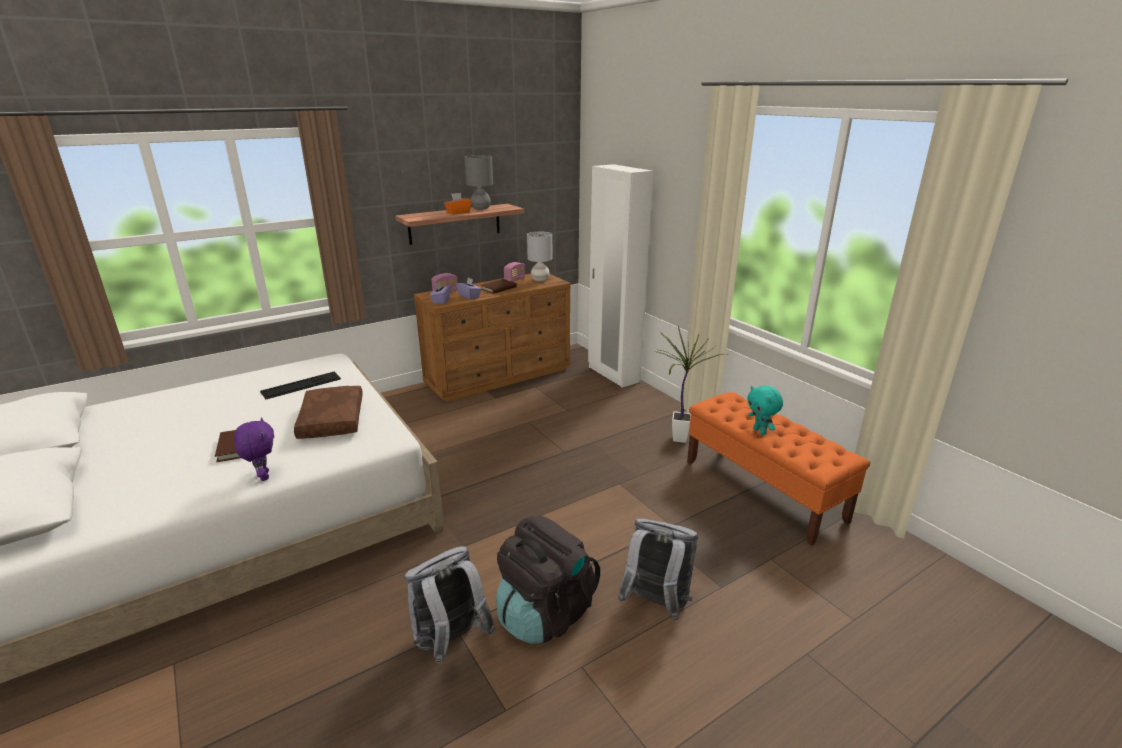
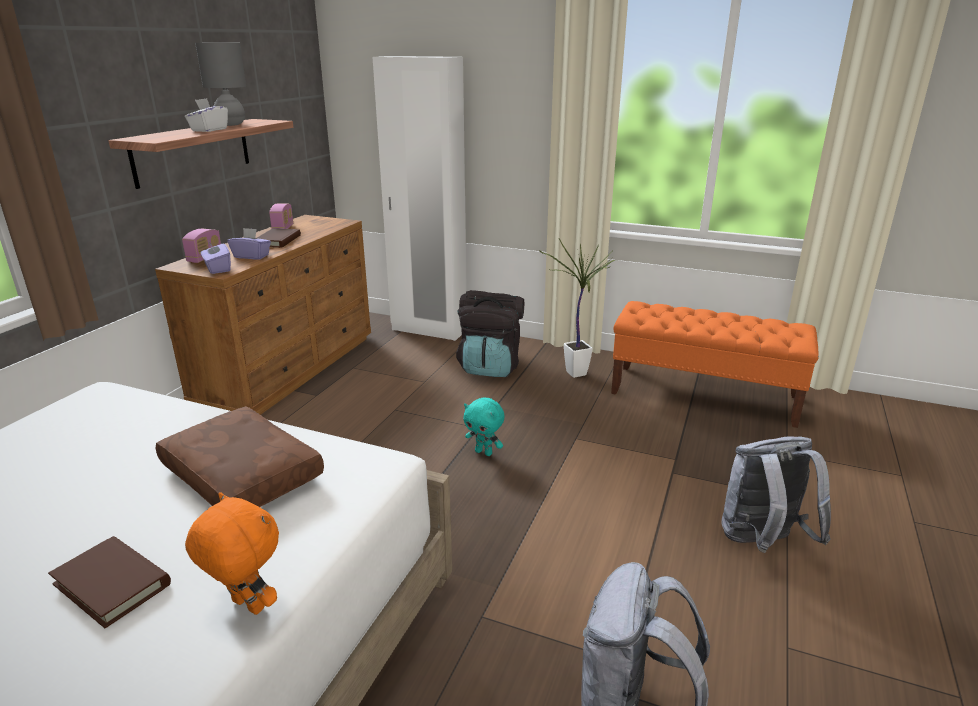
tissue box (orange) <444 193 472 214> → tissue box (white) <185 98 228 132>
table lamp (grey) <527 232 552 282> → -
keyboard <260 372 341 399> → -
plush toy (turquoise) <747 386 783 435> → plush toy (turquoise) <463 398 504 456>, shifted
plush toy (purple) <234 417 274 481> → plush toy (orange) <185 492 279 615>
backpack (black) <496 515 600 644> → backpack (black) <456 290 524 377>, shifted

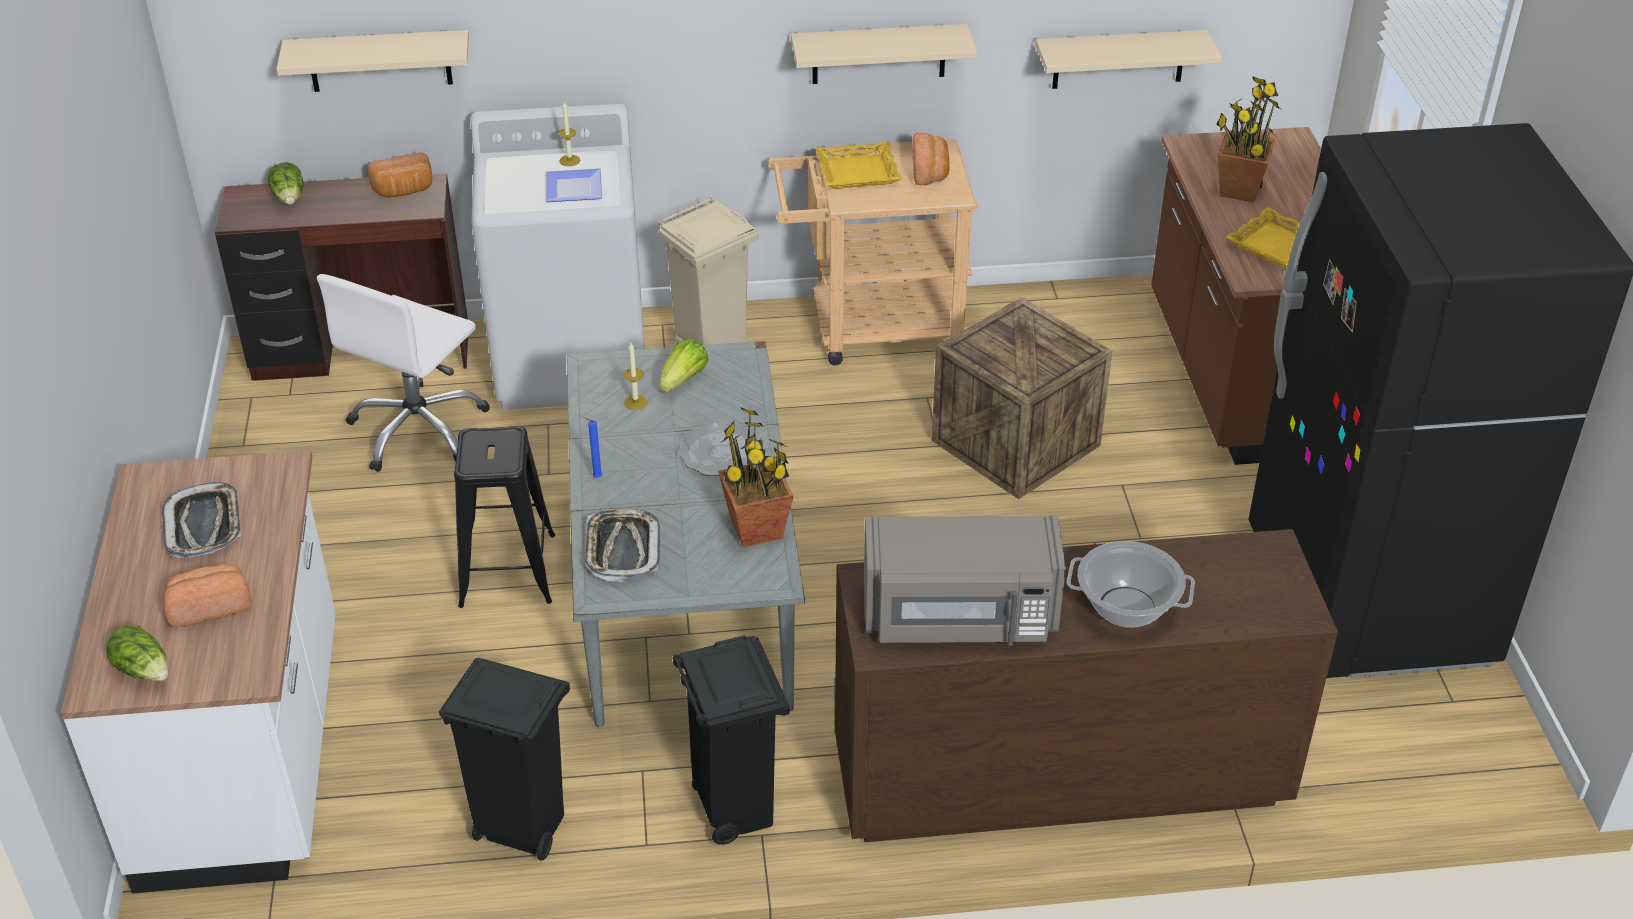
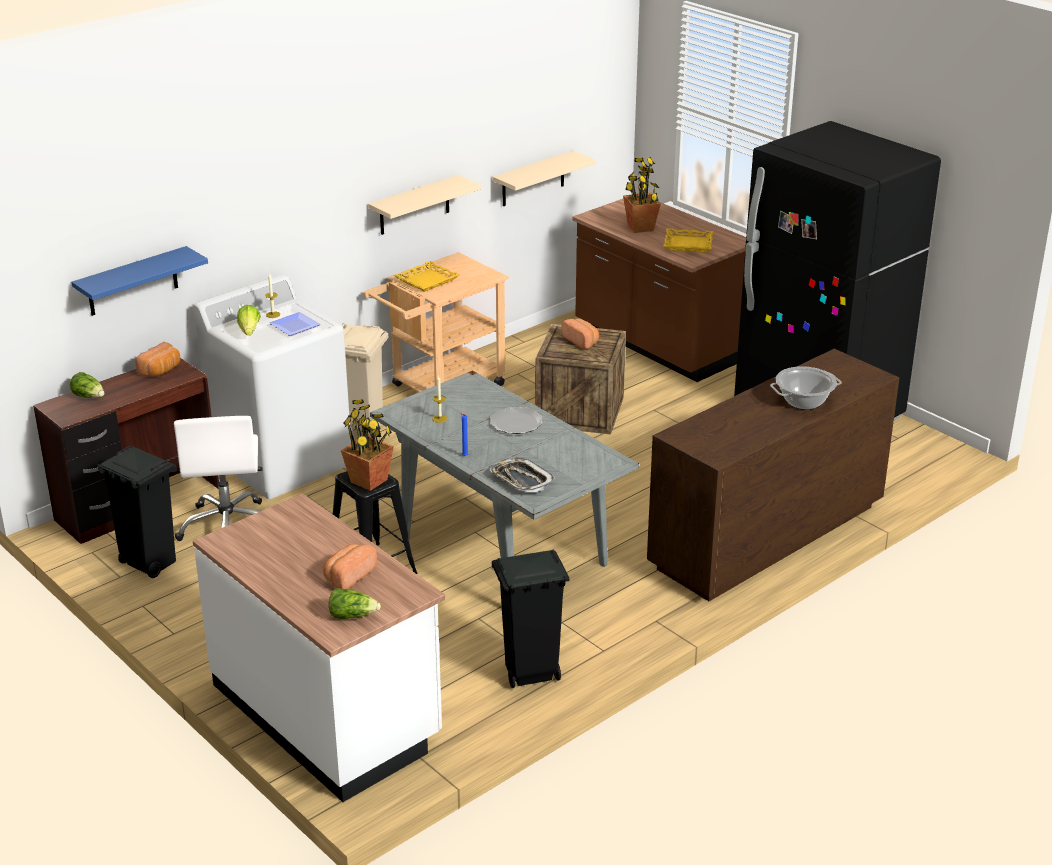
shelf (beige) <277 30 469 92> → shelf (blue) <71 246 208 316>
bread <912 133 950 185> → bread <561 319 599 349>, shifted
lettuce <660 339 708 392> → lettuce <237 305 261 335>, shifted
potted plant <718 407 794 547> → potted plant <341 399 394 491>, shifted
tray <162 482 241 559> → -
microwave (grey) <864 516 1066 646> → -
trash can (black) <672 635 790 845> → trash can (black) <97 445 177 578>, shifted

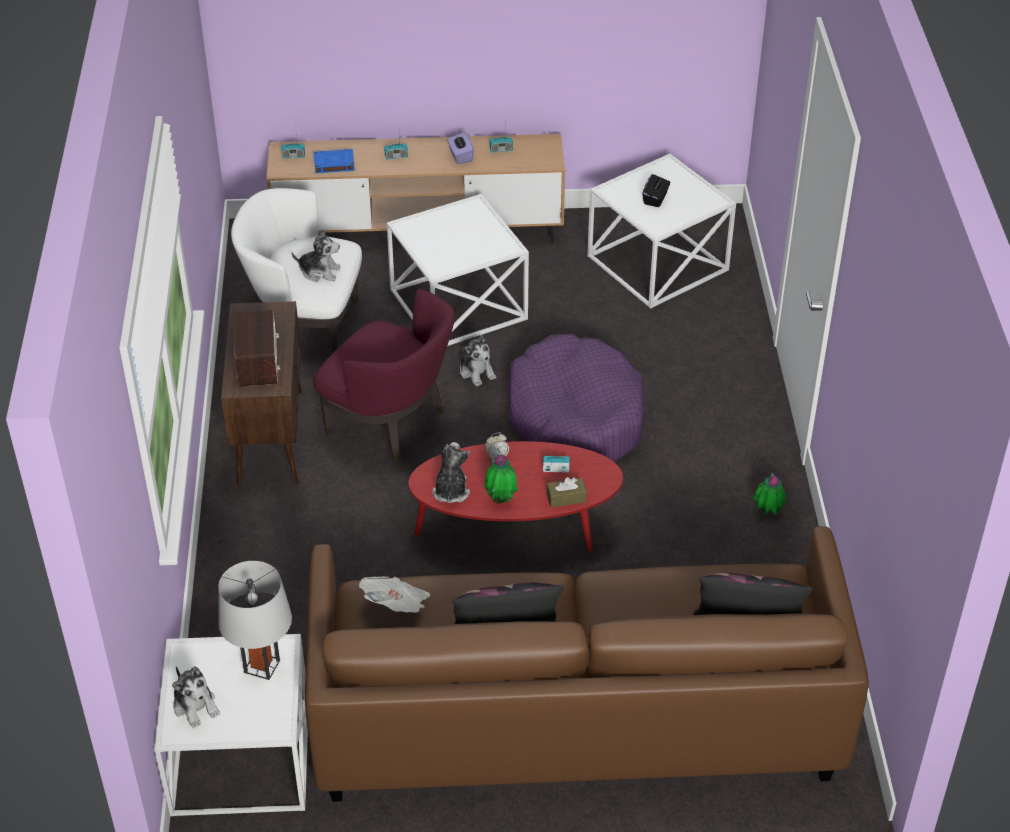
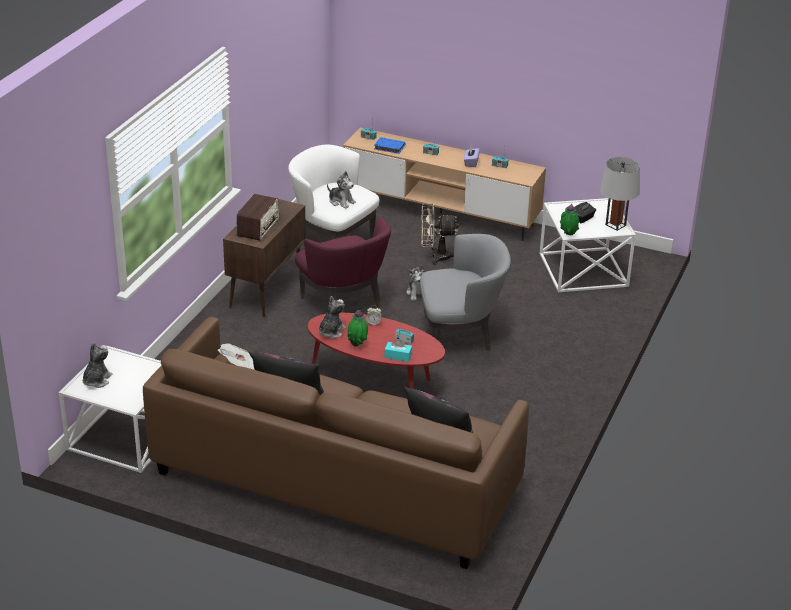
side table (white) <387 194 529 346> → fan (beige) <421 204 459 265>
dog bed (purple) <508 334 644 462> → armchair (grey) <420 234 511 351>
potted plant <752 472 786 515> → potted plant <560 204 579 236>, shifted
tissue box (brown) <546 477 587 508> → tissue box (turquoise) <385 339 412 362>
table lamp (grey) <218 561 292 680> → table lamp (grey) <600 157 640 231>, shifted
plush toy <172 666 220 728> → plush toy <83 343 113 388>, 150 degrees counterclockwise

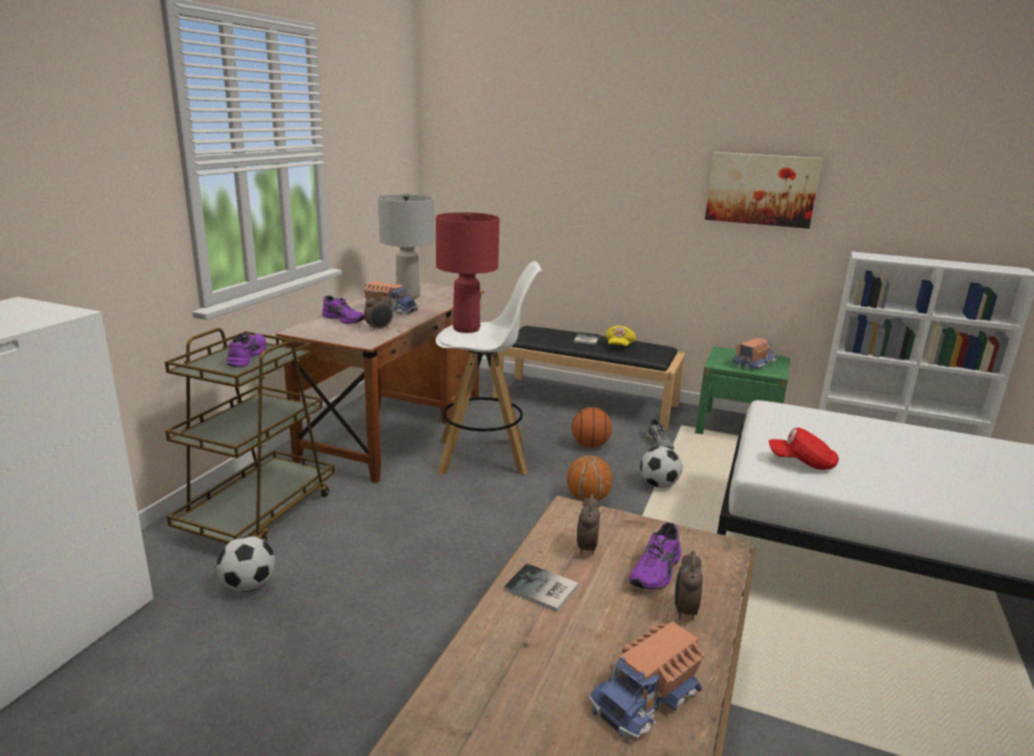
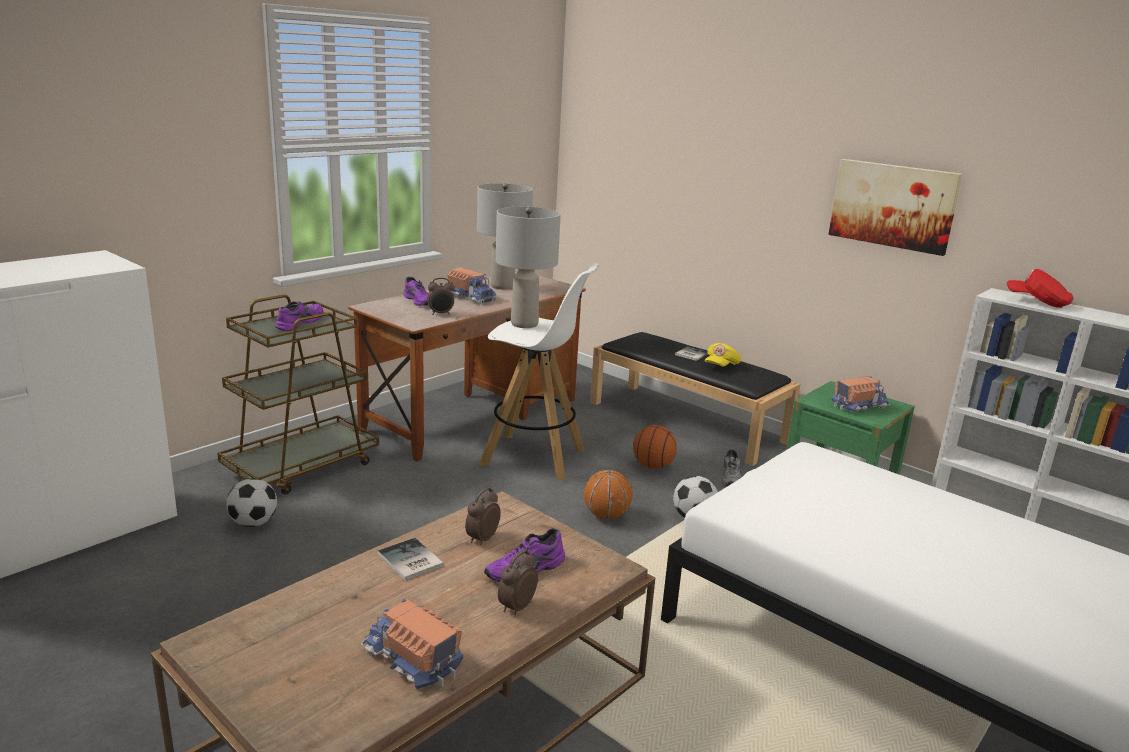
table lamp (red) <436 212 500 333> → table lamp (grey) <496 207 561 328>
cap (red) <769 428 839 470> → cap (red) <1006 269 1073 308>, shifted
toy truck <588 621 705 739> → toy truck <361 599 463 689>, 60 degrees clockwise

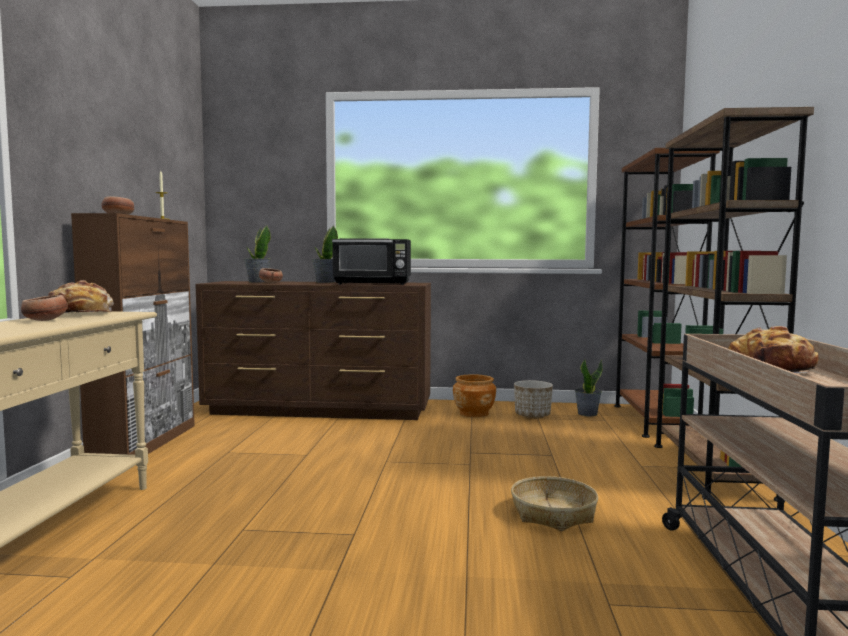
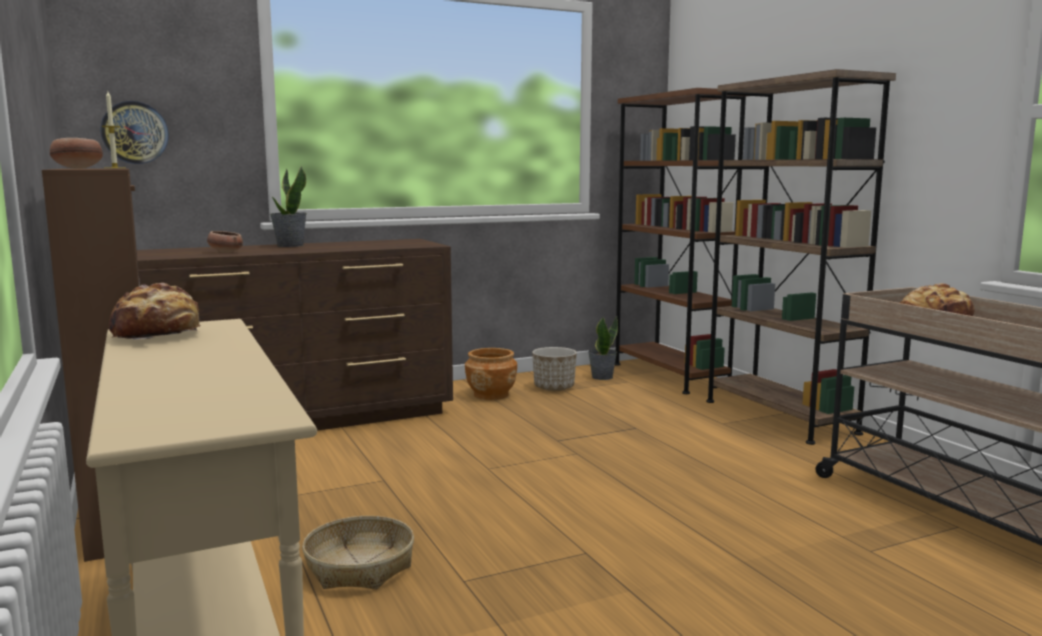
potted plant <245 225 271 282> → -
microwave (black) <332 238 411 285> → -
bowl <21 295 68 321> → -
basket <511 476 598 531> → basket <302 516 414 589>, shifted
- → wall clock <101 101 169 164>

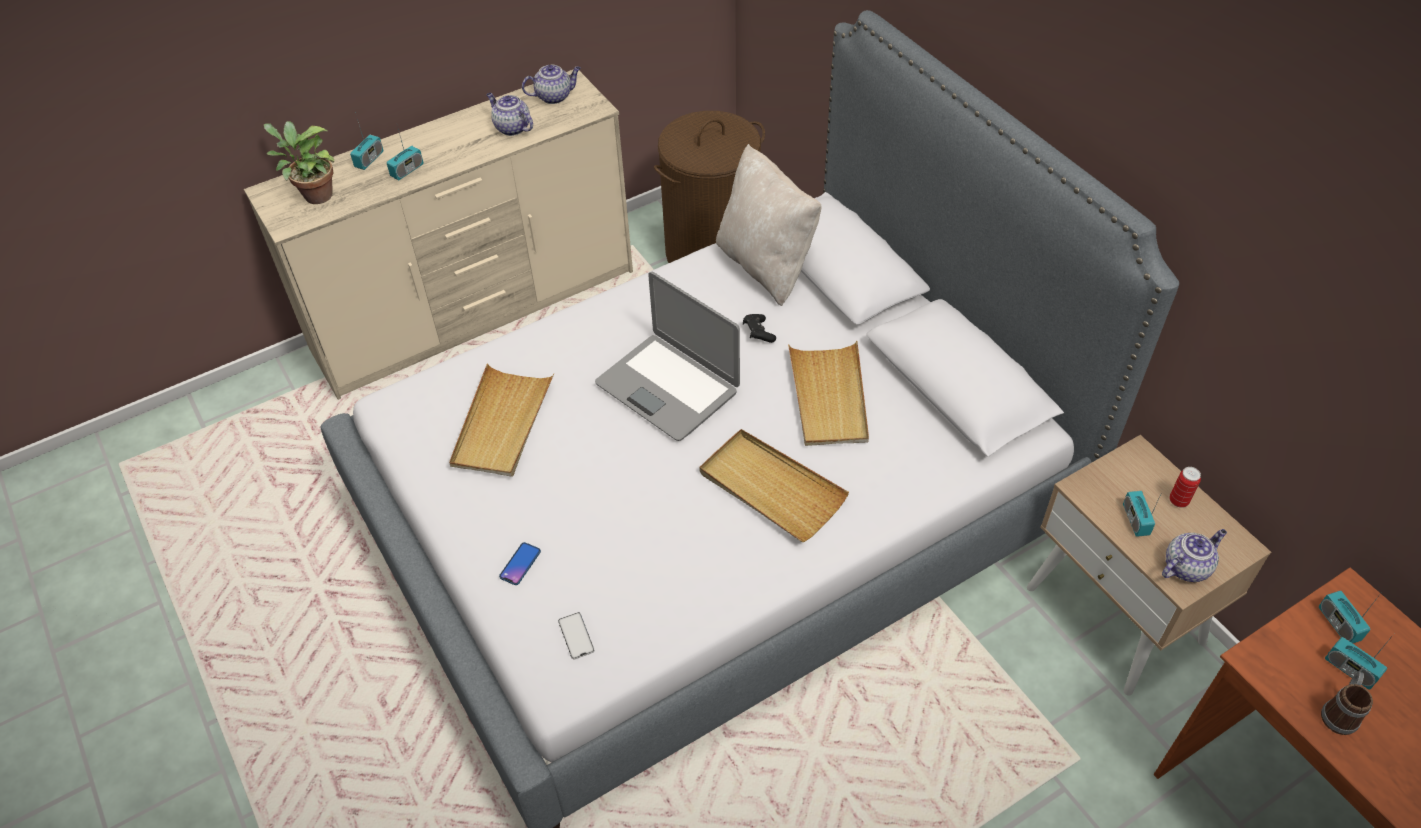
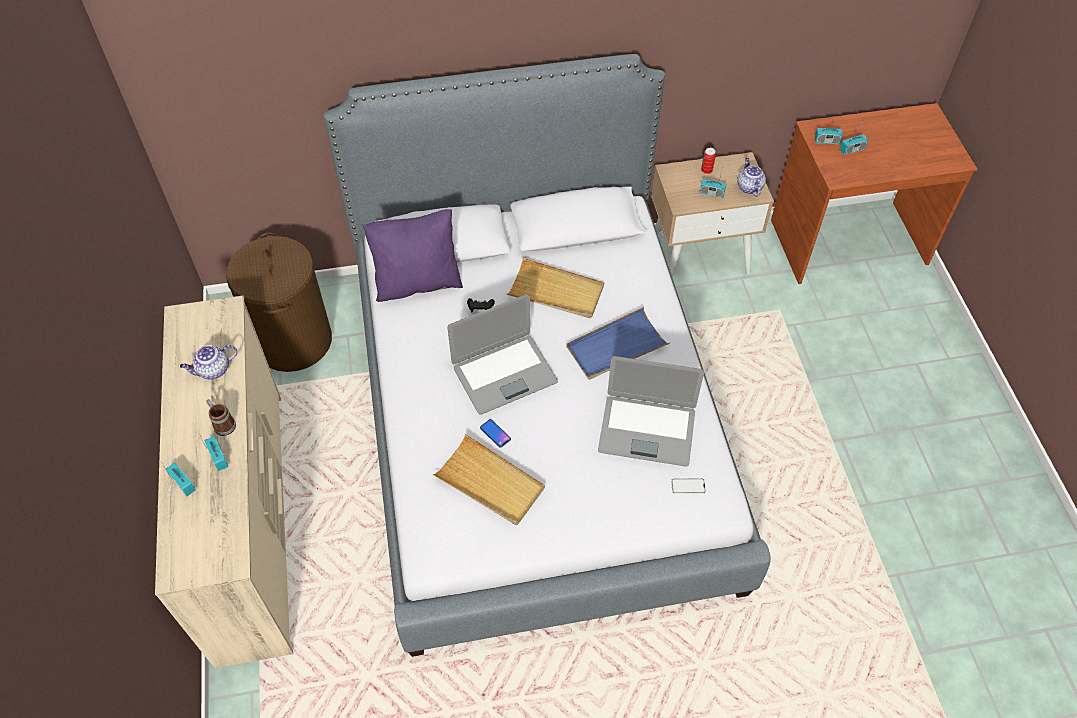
teapot <522 65 581 104> → -
potted plant <264 121 334 204> → -
pillow (beige) <716 144 822 306> → pillow (purple) <363 209 463 302>
tray (beige) <700 429 849 542> → tray (blue) <566 307 669 380>
phone <499 542 541 585> → phone <480 419 511 448>, shifted
mug <1321 671 1373 735> → mug <206 399 236 436>, shifted
- → laptop <598 356 704 466>

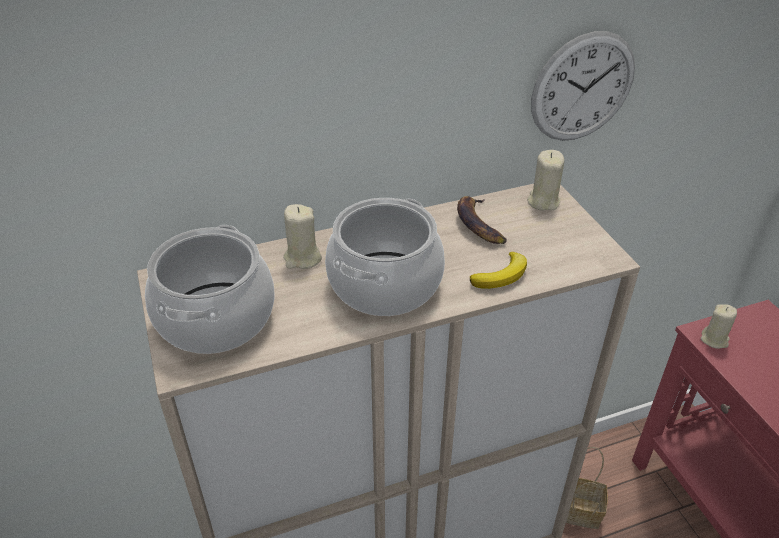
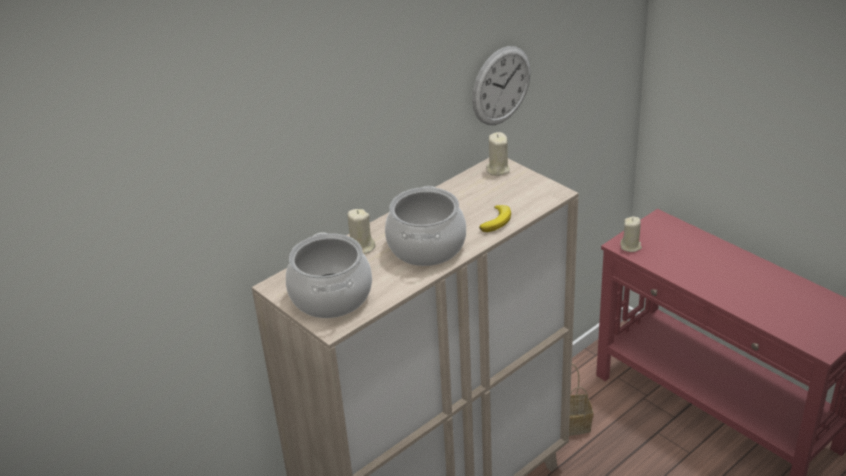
banana <457 196 507 244> → -

